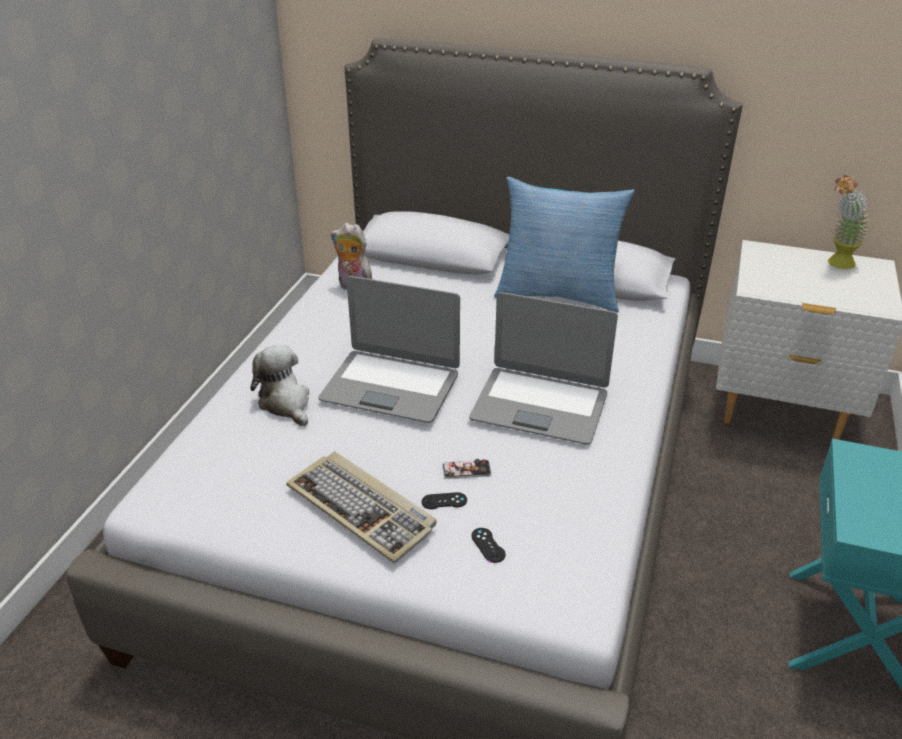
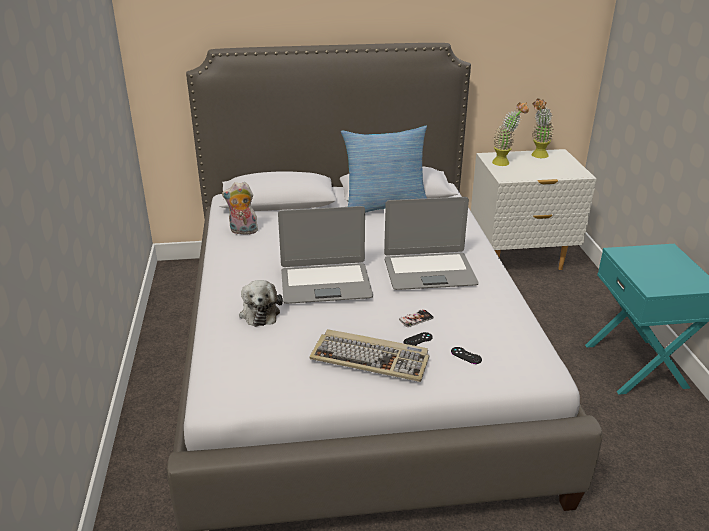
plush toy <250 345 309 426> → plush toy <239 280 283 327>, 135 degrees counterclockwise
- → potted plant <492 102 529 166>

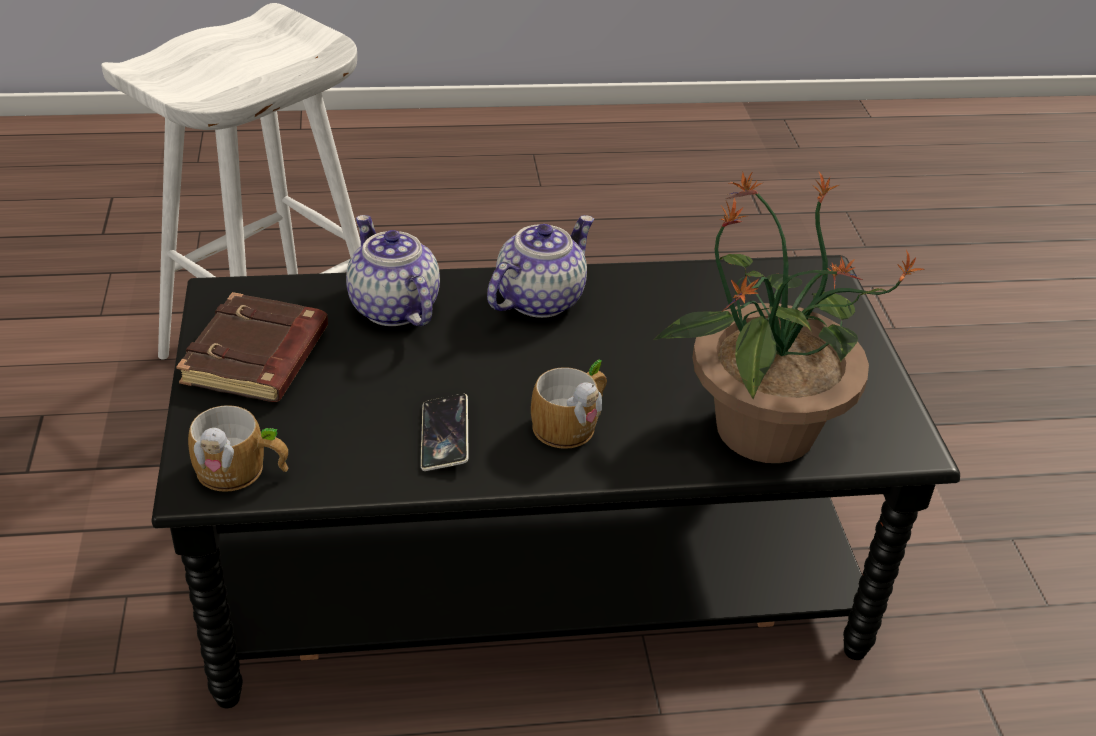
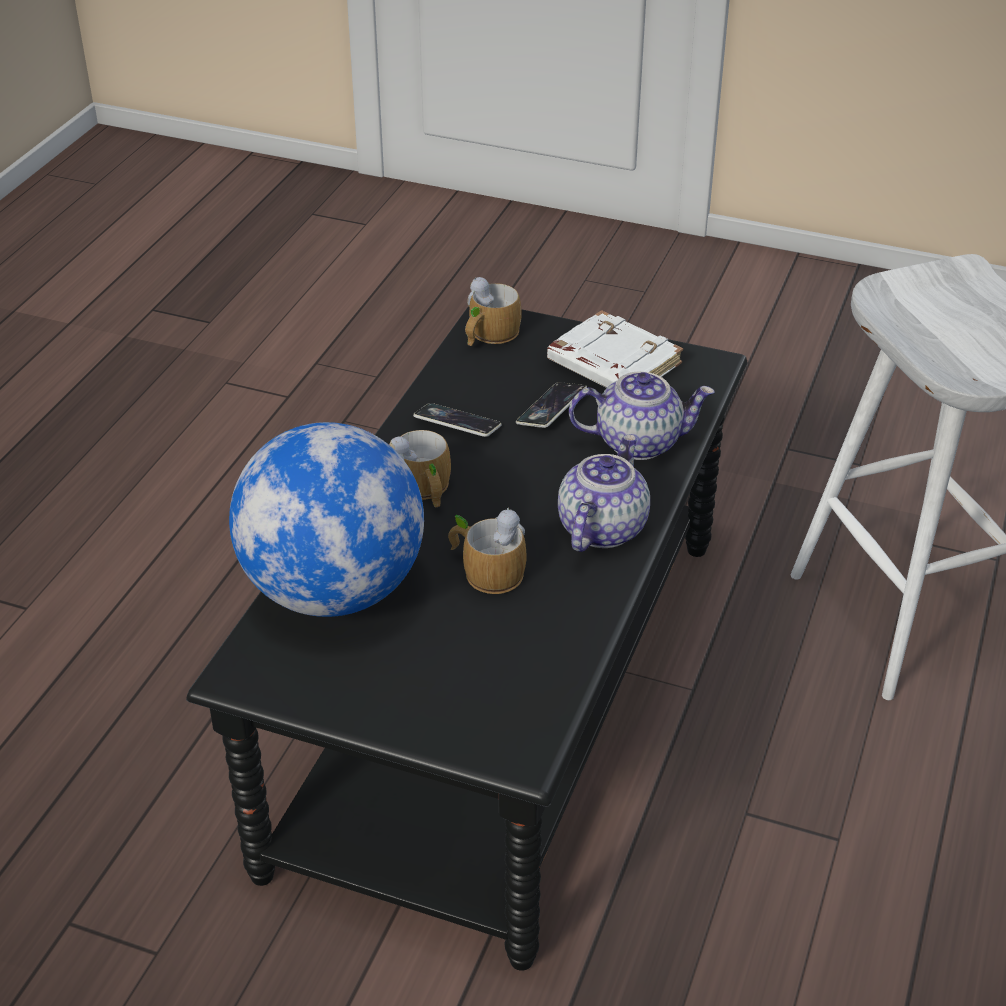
potted plant <654 171 925 463> → globe <229 422 424 617>
teapot <487 215 594 318> → teapot <558 434 650 552>, 135 degrees counterclockwise
book (brown) <176 292 328 402> → book (white) <547 310 683 388>
- → phone <516 382 587 428>
- → mug <448 507 527 594>

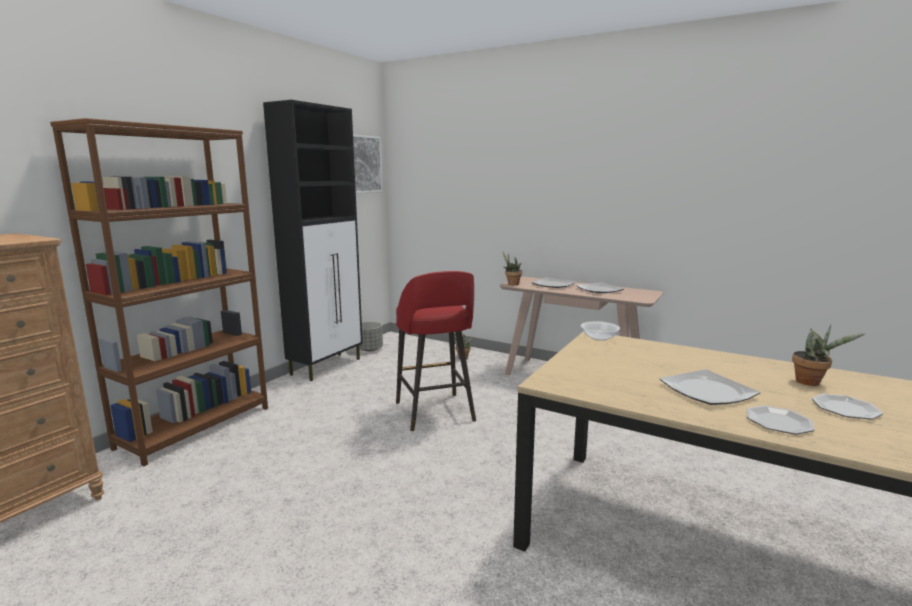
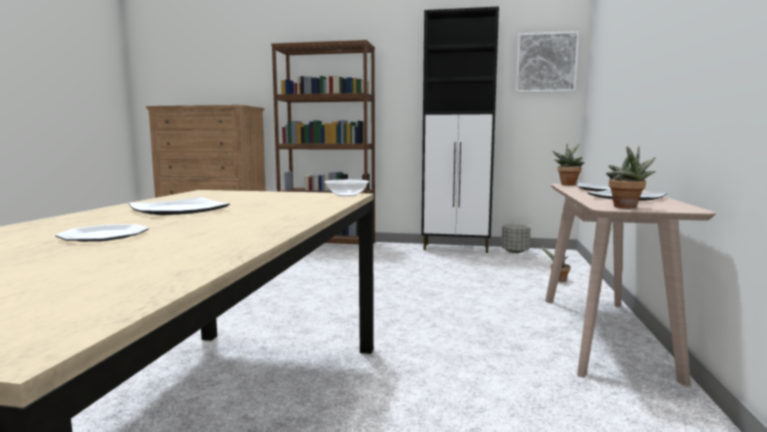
stool (red) <396 271 476 431> → -
potted plant <792 325 865 386> → potted plant <606 146 656 208>, shifted
plate <747 406 815 434> → -

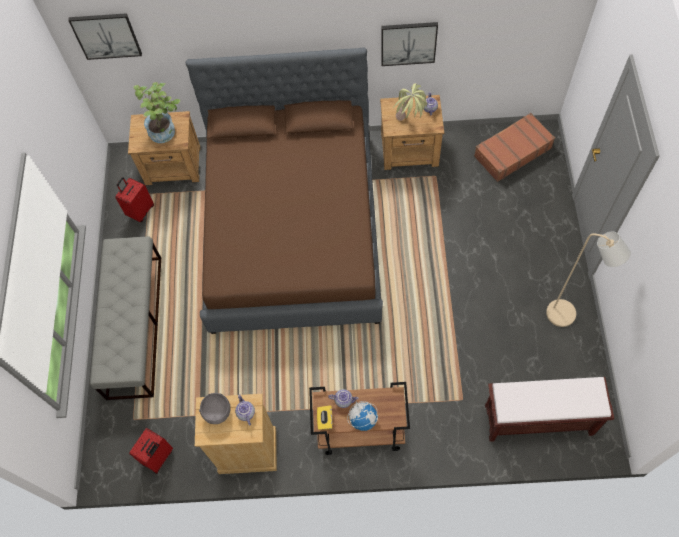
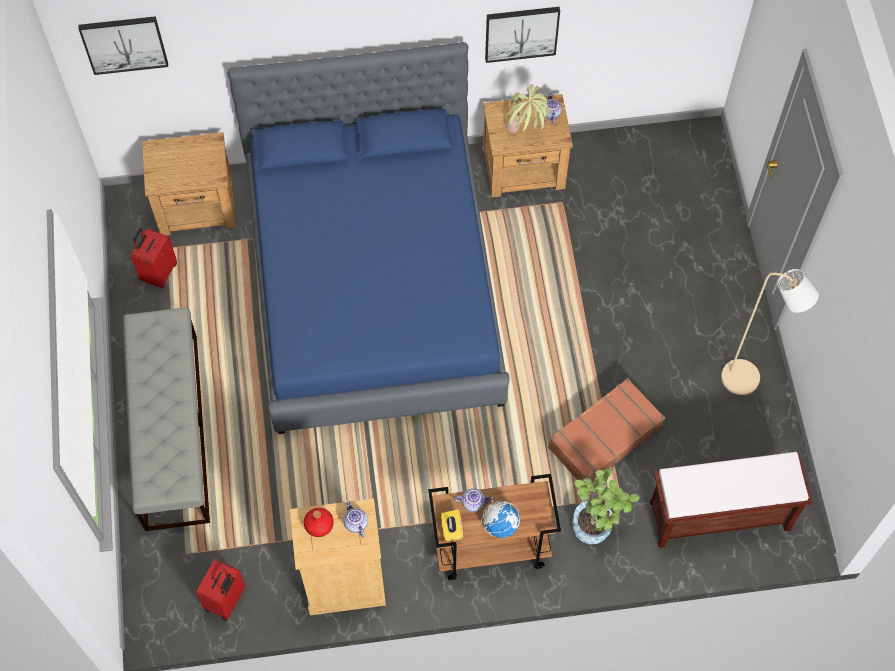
bed (brown) <186 47 383 334> → bed (blue) <227 42 510 434>
potted plant <133 82 180 143> → potted plant <572 468 639 544>, shifted
suitcase (brown) <474 113 555 182> → suitcase (brown) <548 378 665 483>, shifted
bowl (grey) <199 393 231 424> → bottle (red) <304 508 334 537>

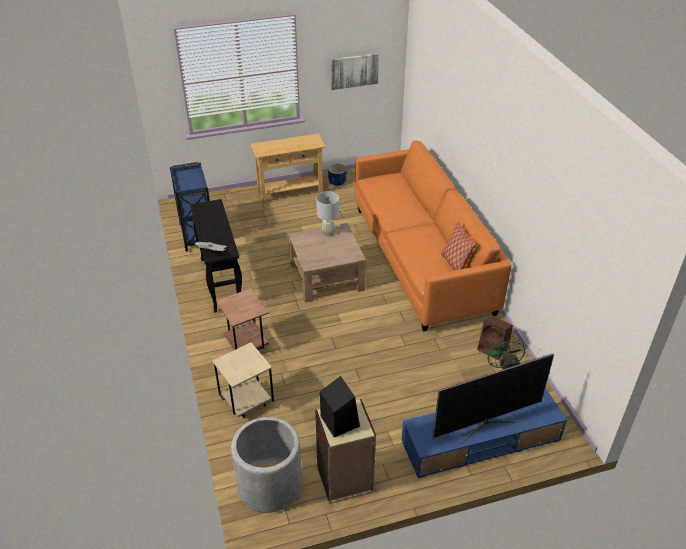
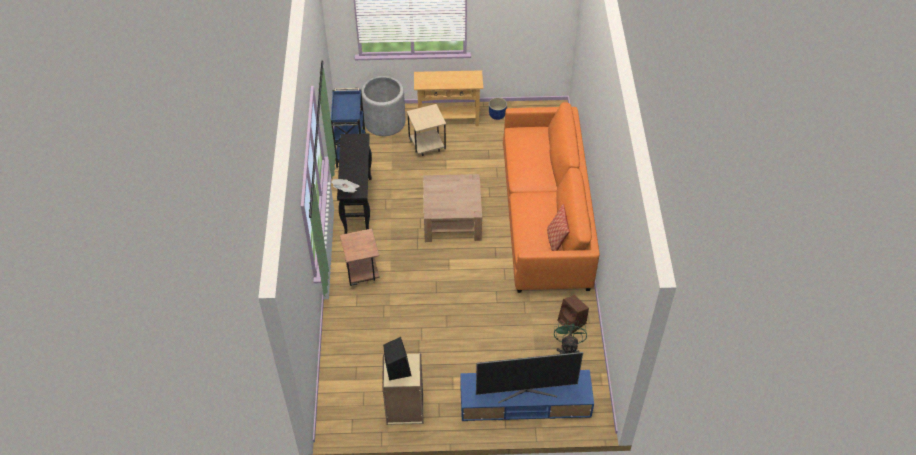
picture <331 53 379 90> → -
table lamp (white) <316 191 339 236> → -
side table (beige) <212 342 274 418> → side table (beige) <407 104 446 156>, shifted
planter (grey) <231 417 302 513> → planter (grey) <361 76 406 136>, shifted

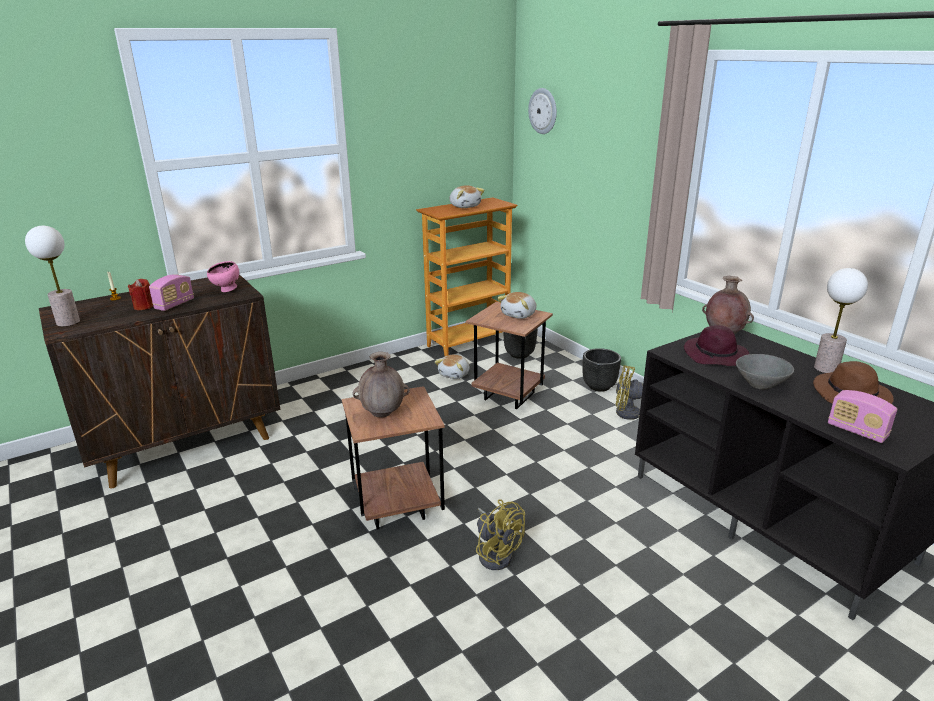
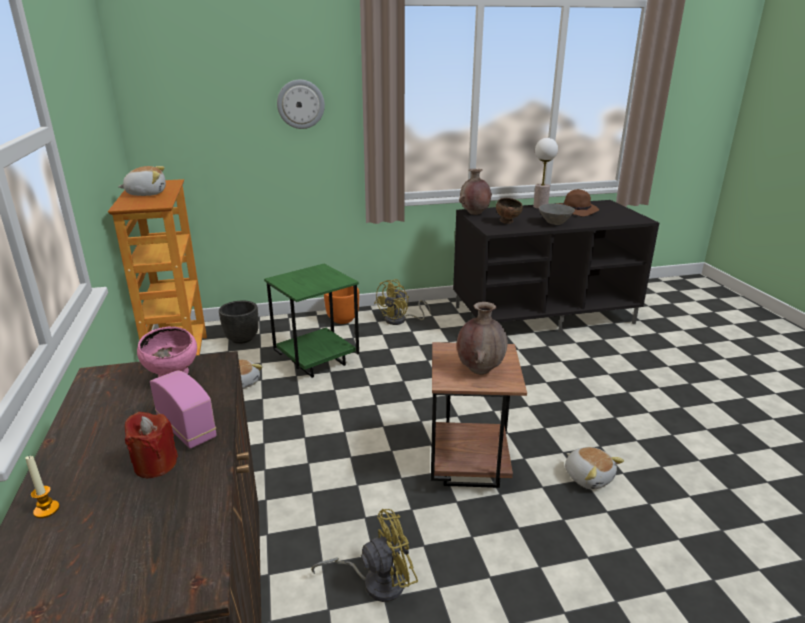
wall clock <528 88 557 134> → wall clock <277 79 325 129>, shifted
table lamp <25 226 80 327> → -
plush toy <497 292 537 319> → plush toy <565 447 624 490>, shifted
side table (brown) <466 302 553 409> → side table (green) <264 264 359 378>
hat (purple) <684 325 749 366> → bowl (brown) <496 198 523 224>
planter (black) <582 348 621 392> → planter (orange) <324 286 359 324>
radio <828 390 897 443> → -
fan (yellow) <476 499 525 570> → fan (yellow) <311 509 418 602>, shifted

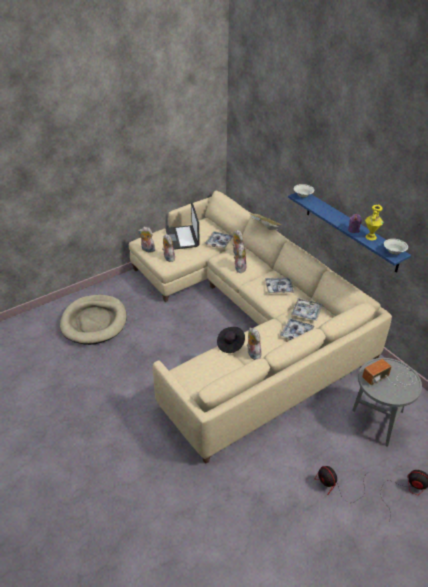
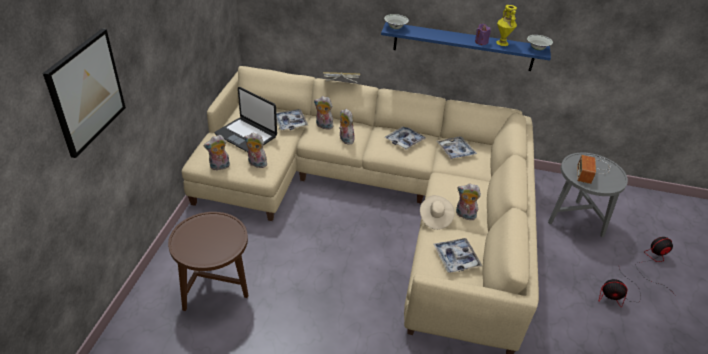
dog bed (beige) <60 295 127 345> → side table (brown) <168 212 249 311>
tray <280 318 315 340> → tray <433 238 482 273>, shifted
hat (black) <217 327 245 353> → hat (beige) <420 195 455 230>
- → picture <43 28 126 158>

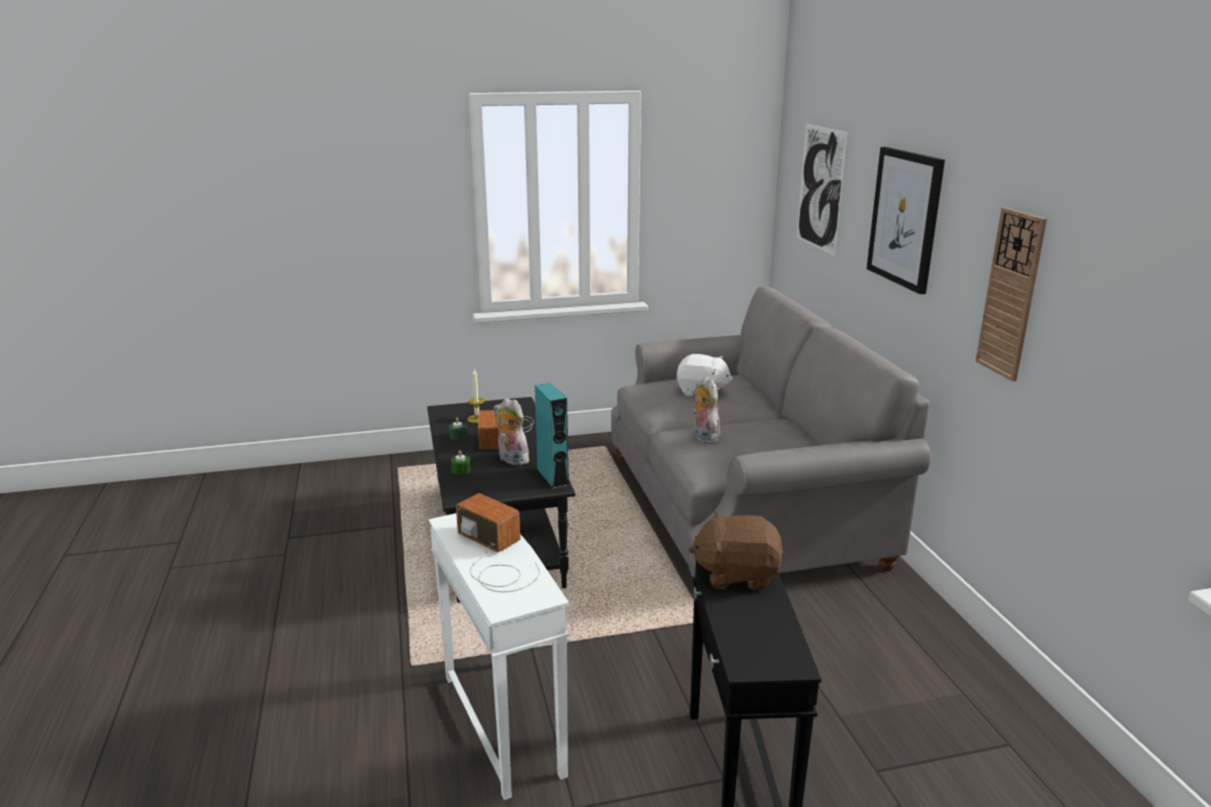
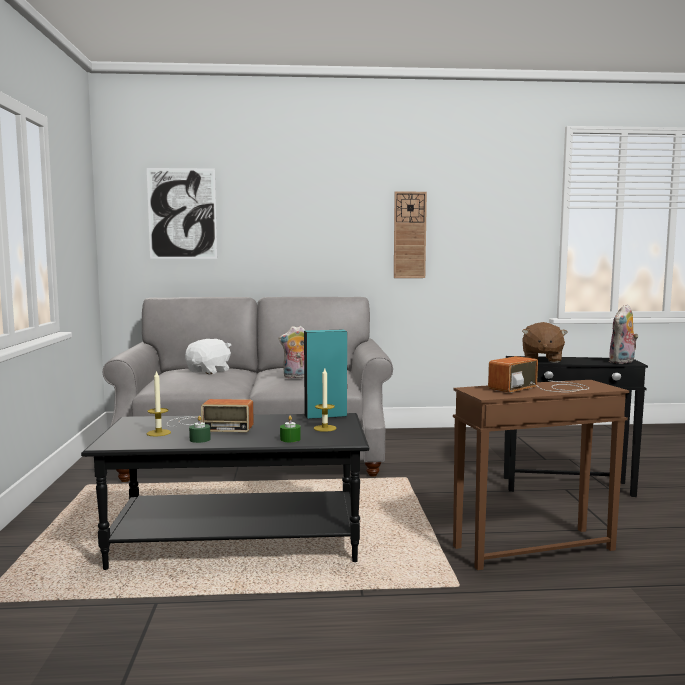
picture <867 147 945 294> → -
plush toy <493 398 529 465> → plush toy <608 304 638 364>, shifted
side table (white) <429 513 570 800> → side table (brown) <453 380 629 570>
- → candle <313 368 336 432>

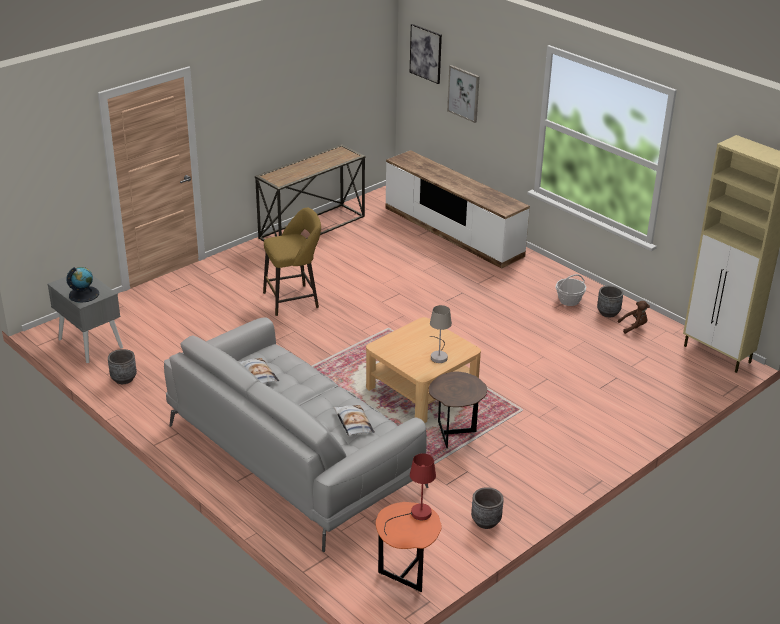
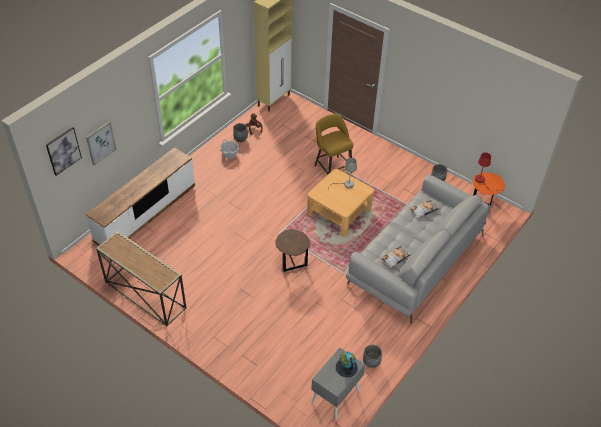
stool (yellow) <263 208 321 316> → stool (yellow) <315 114 353 174>, shifted
side table (brown) <429 372 487 448> → side table (brown) <276 229 311 272>, shifted

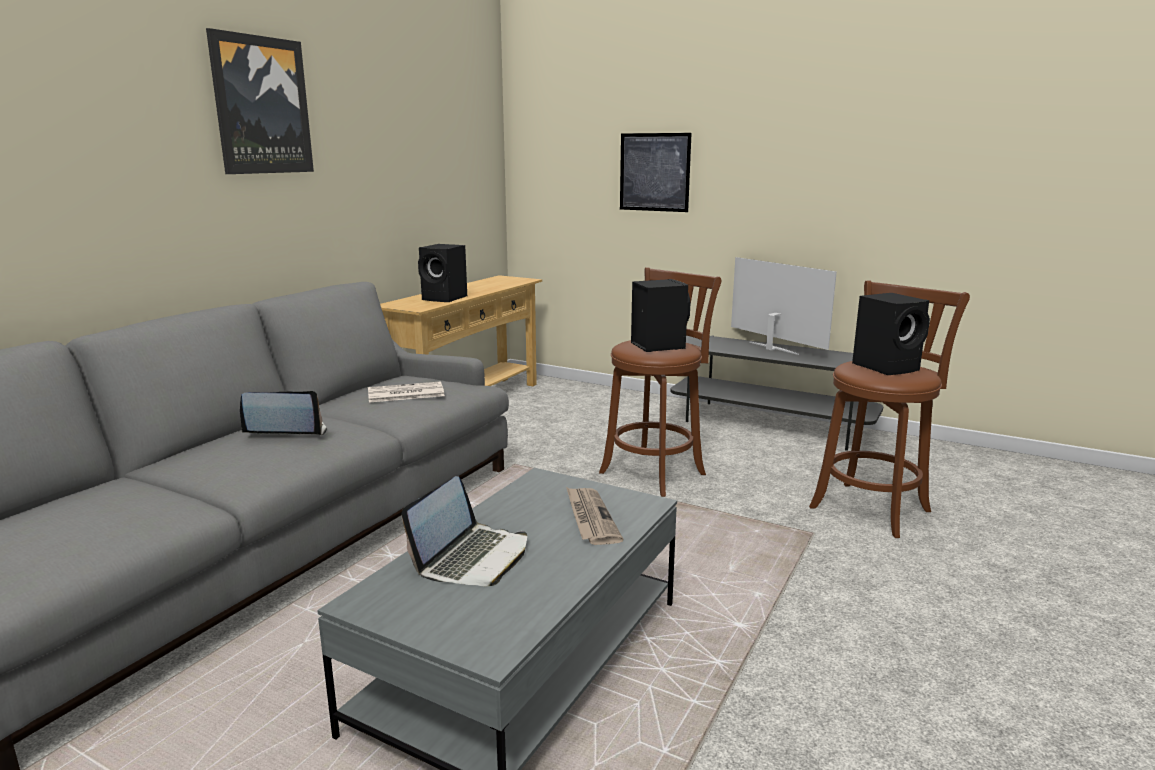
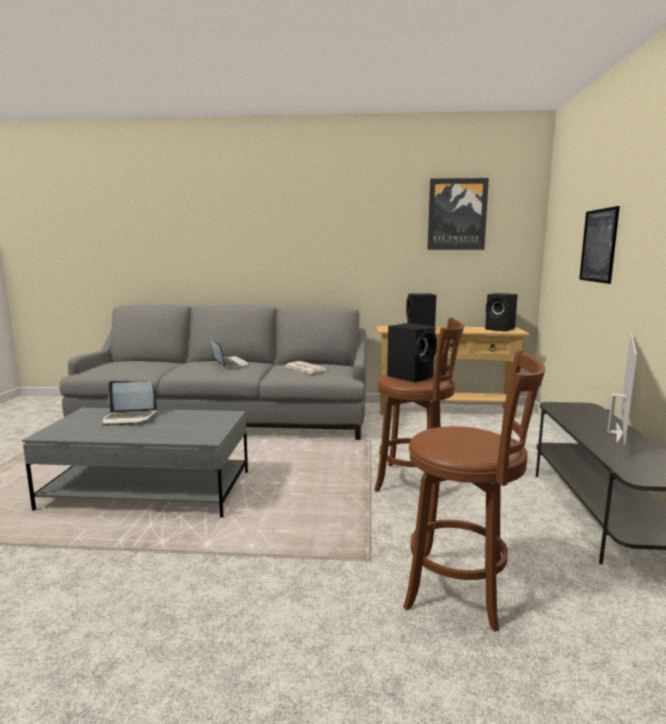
picture <206 28 314 174> → picture <427 178 489 250>, shifted
speaker (black) <852 293 930 375> → speaker (black) <485 293 518 331>, shifted
newspaper <566 487 623 545> → -

